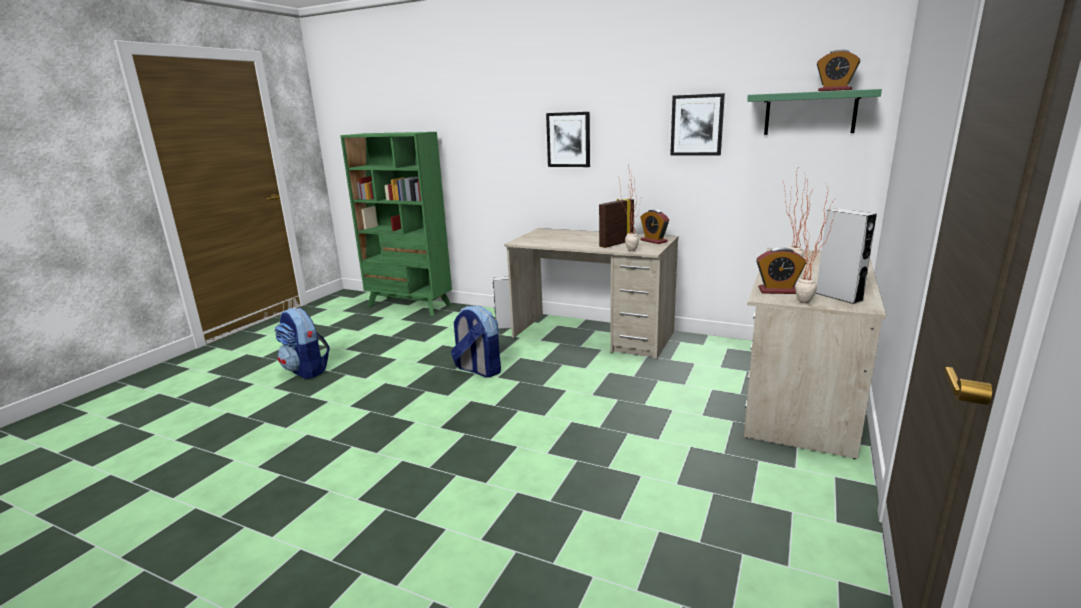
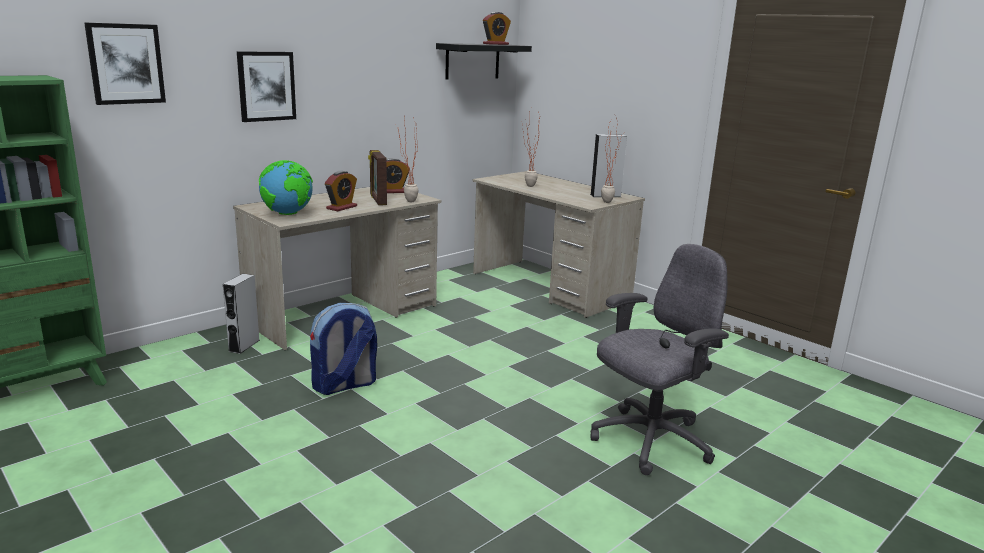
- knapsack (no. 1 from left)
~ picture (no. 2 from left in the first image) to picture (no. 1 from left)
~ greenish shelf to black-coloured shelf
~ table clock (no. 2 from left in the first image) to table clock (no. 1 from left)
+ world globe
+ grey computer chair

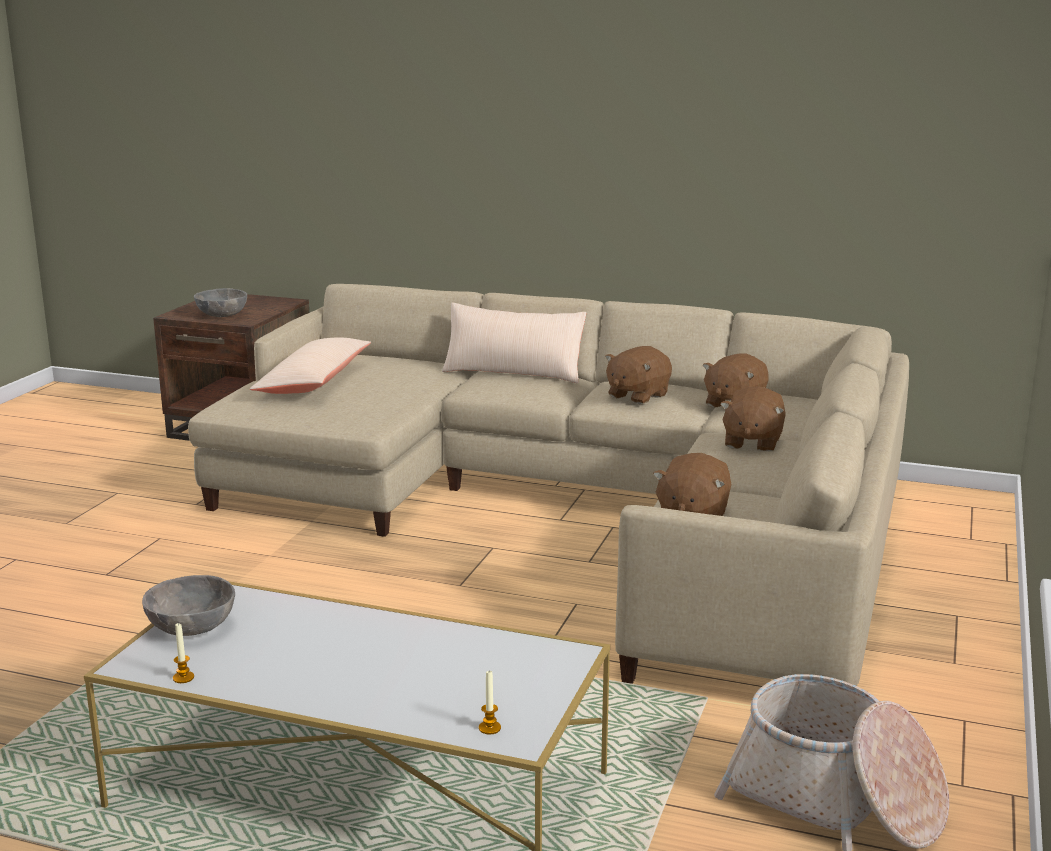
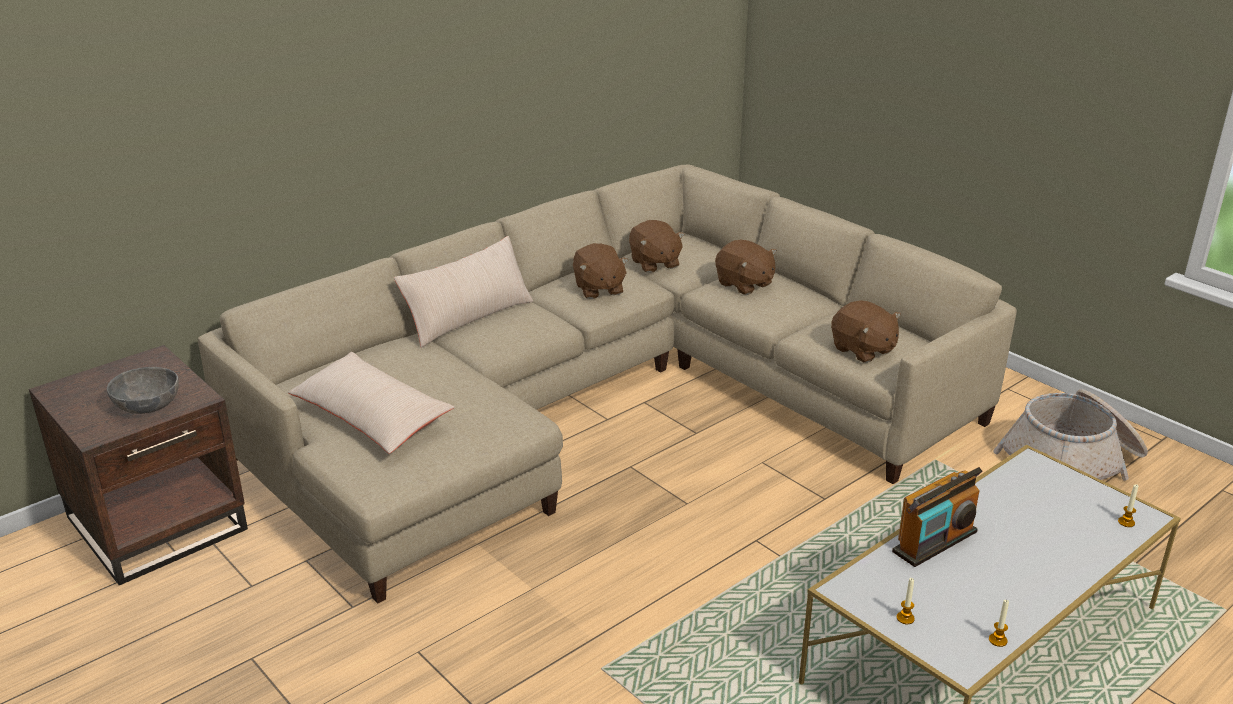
~ grey bowl (no. 1 from left) to candle (no. 1 from left)
+ radio set

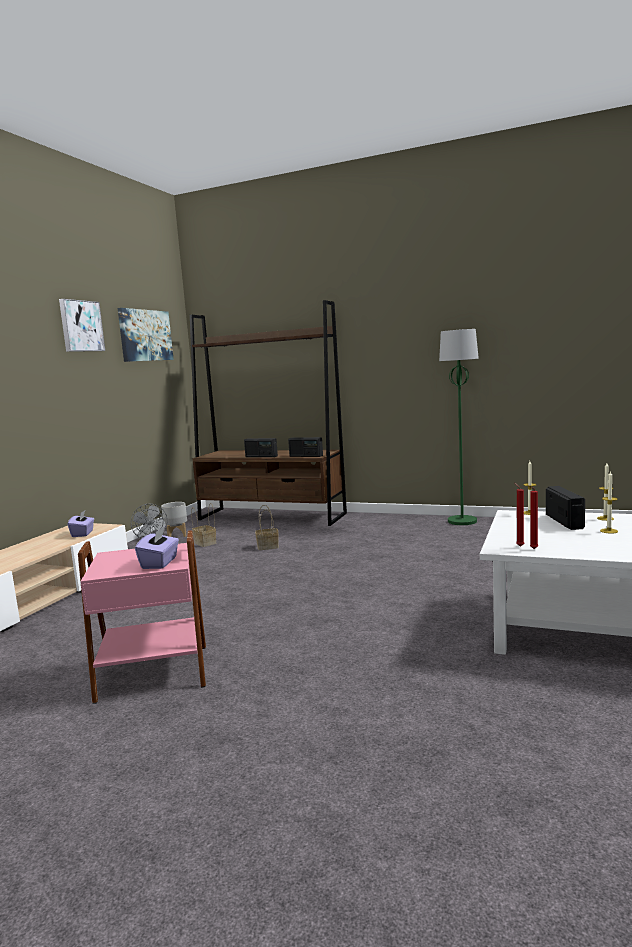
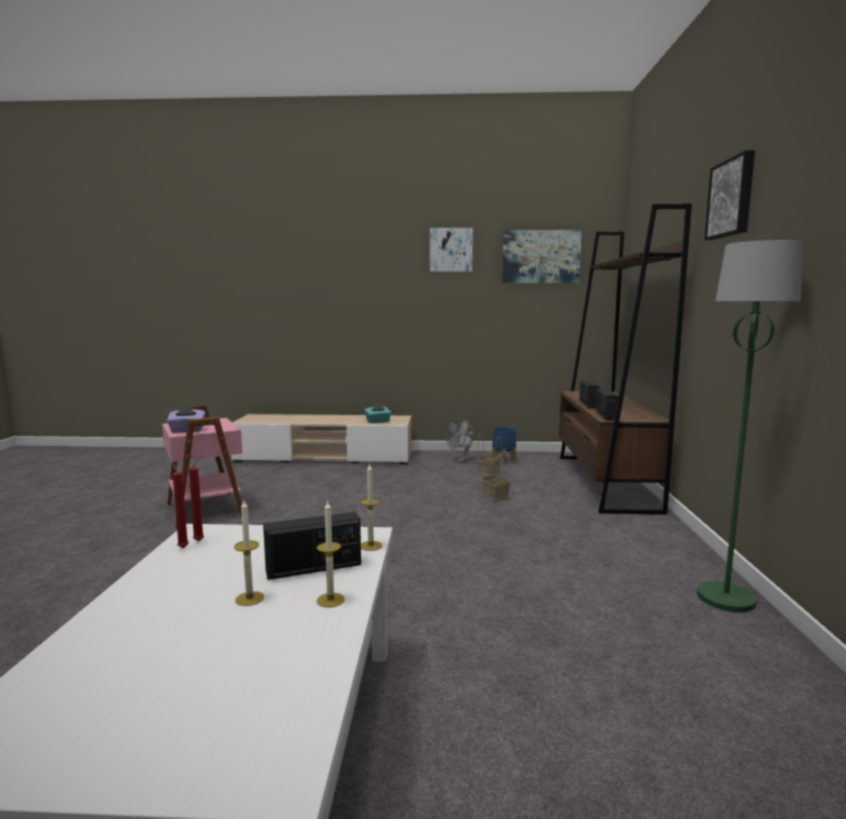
~ purple-coloured tissue holder (no. 1 from left) to blue-green tissue holder
~ grey planter to blue-coloured planter
+ picture (no. 3 from left)

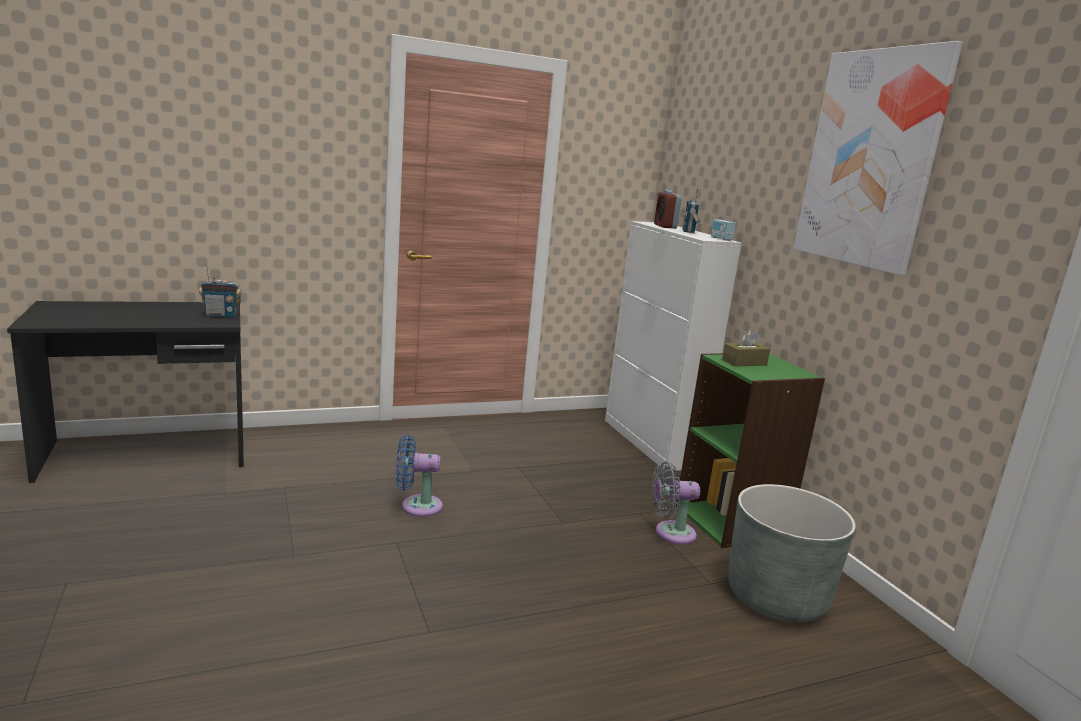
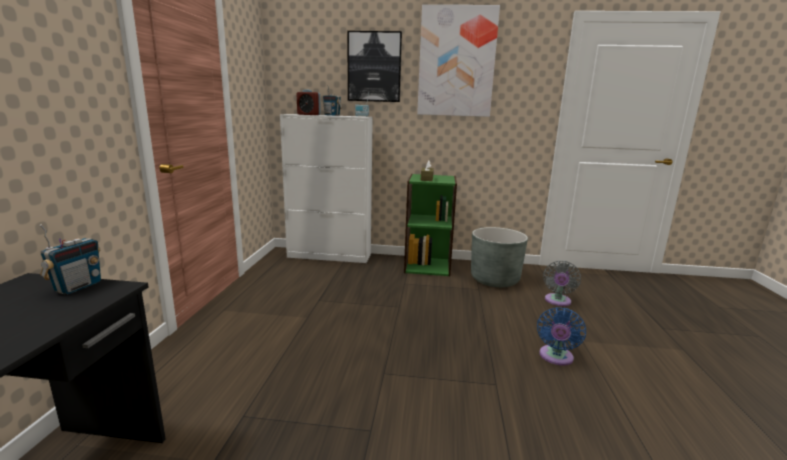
~ blue-coloured fan
~ grey fan
+ picture (no. 1 from left)

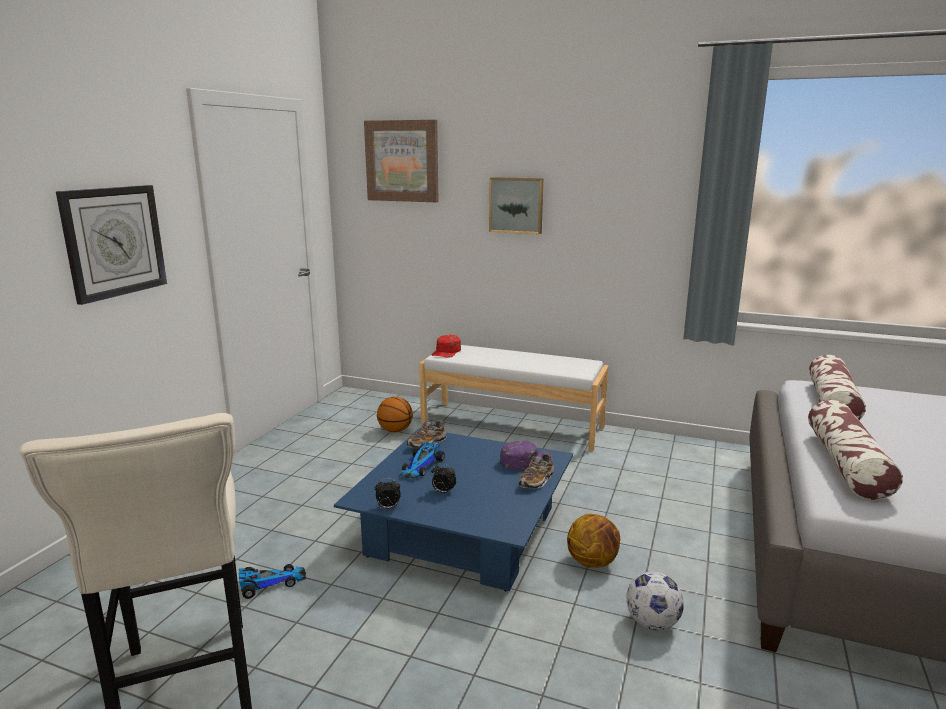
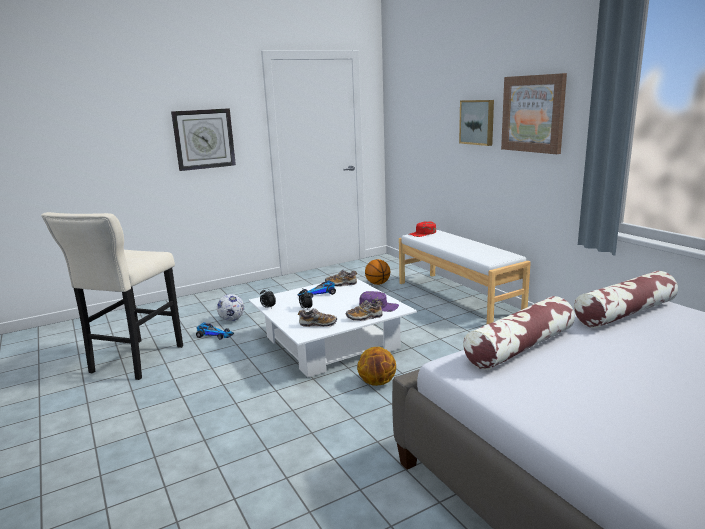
~ blue-coloured lounge table to white-coloured lounge table
~ picture (no. 1 from left in the first image) to picture (no. 2 from left)
~ football
+ low shoe (no. 1 from left)

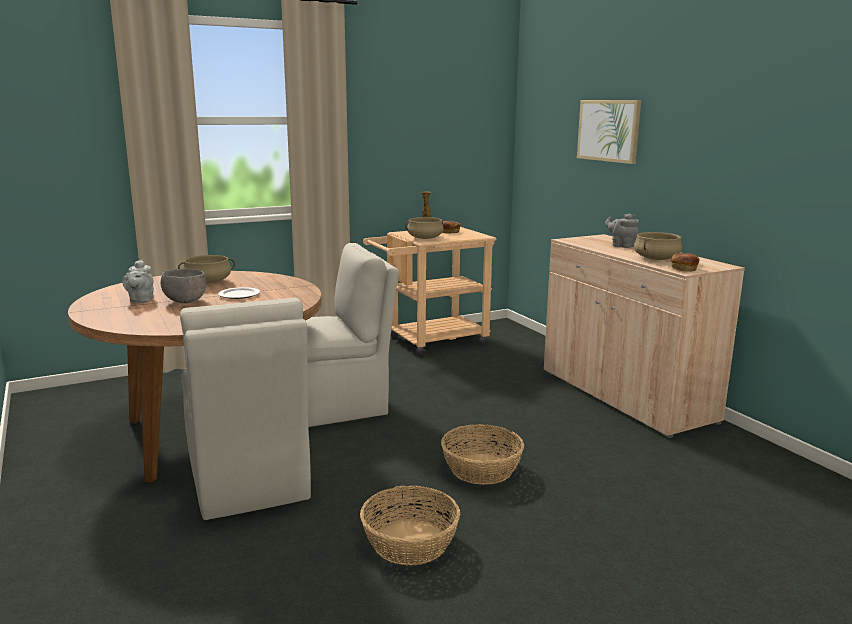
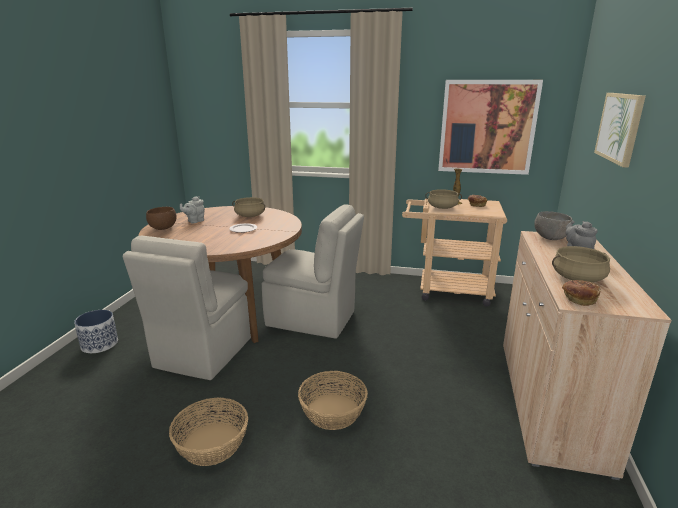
~ grey bowl
+ planter
+ brown bowl
+ picture (no. 1 from left)

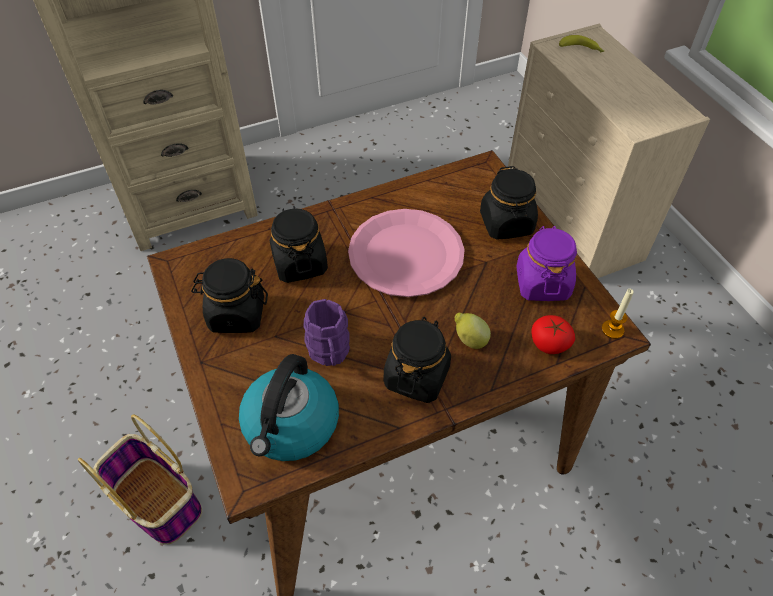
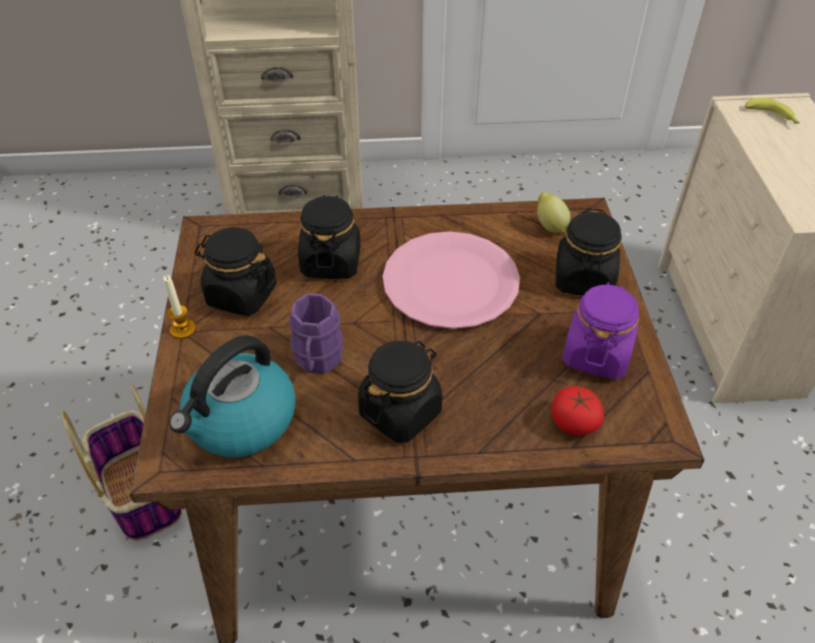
~ whole lemon
~ candle

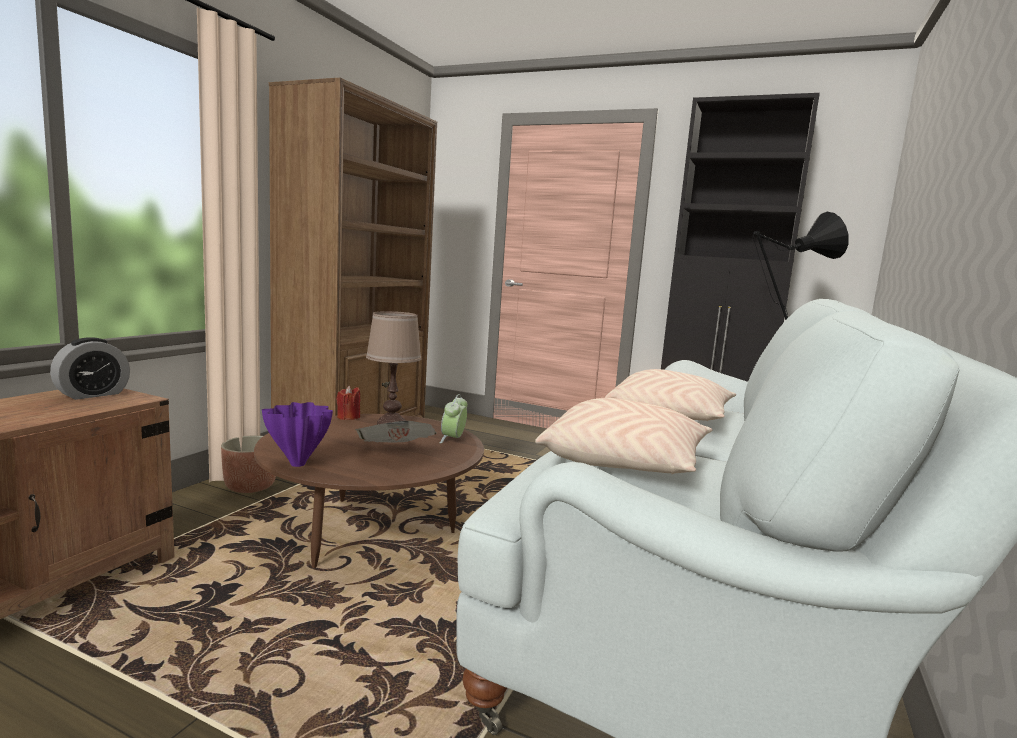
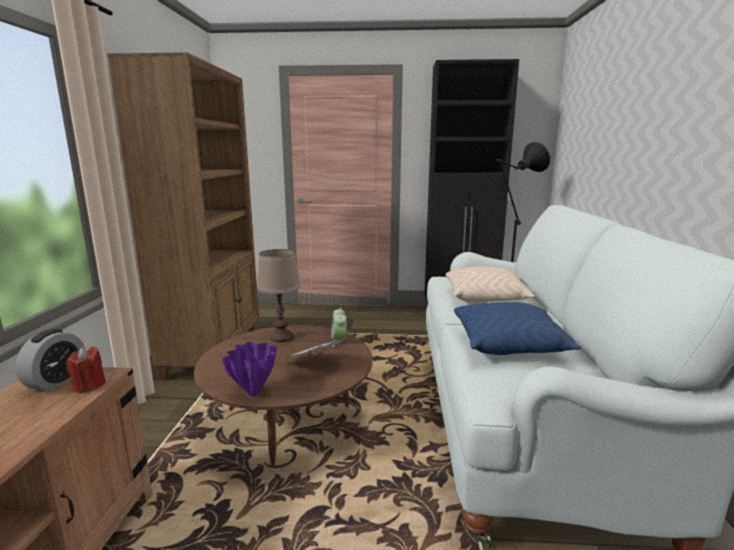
- planter
~ reddish candle
~ beige throw pillow (no. 1 from left) to blue-coloured throw pillow

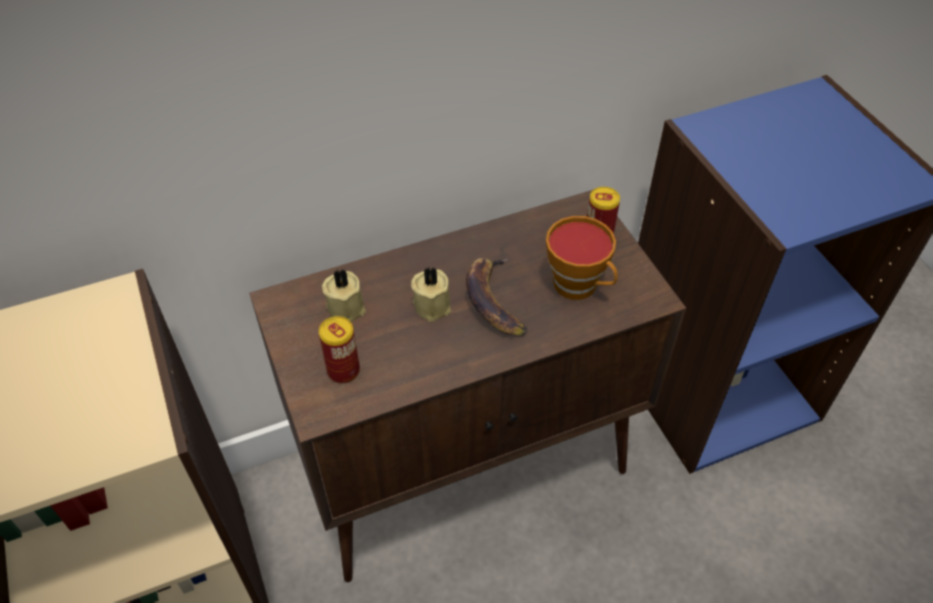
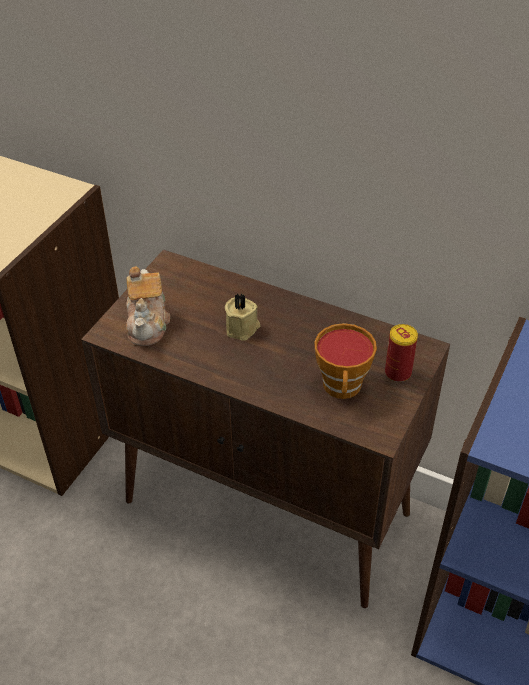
~ sealed can (no. 1 from left) to pot for tea
- beige candle (no. 1 from left)
- whole banana

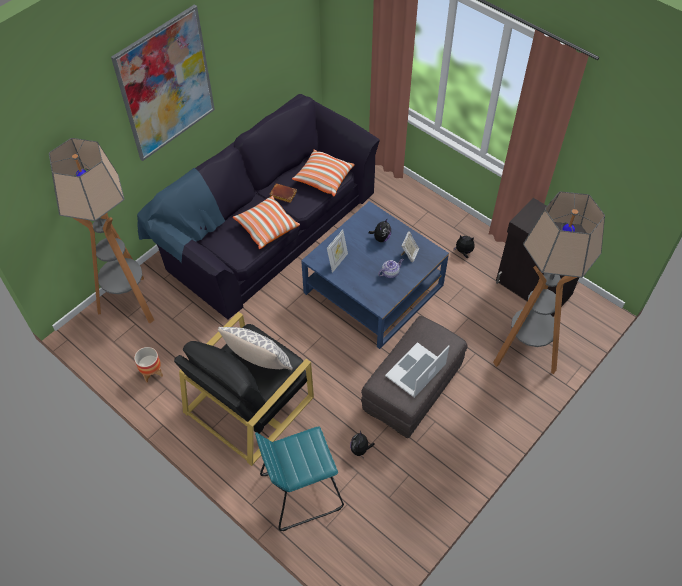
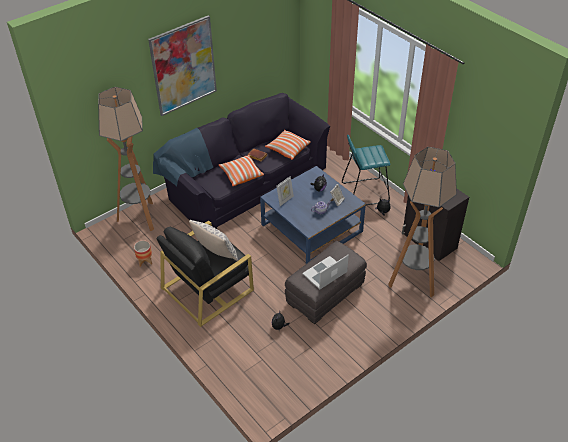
~ blue-green stool seat

